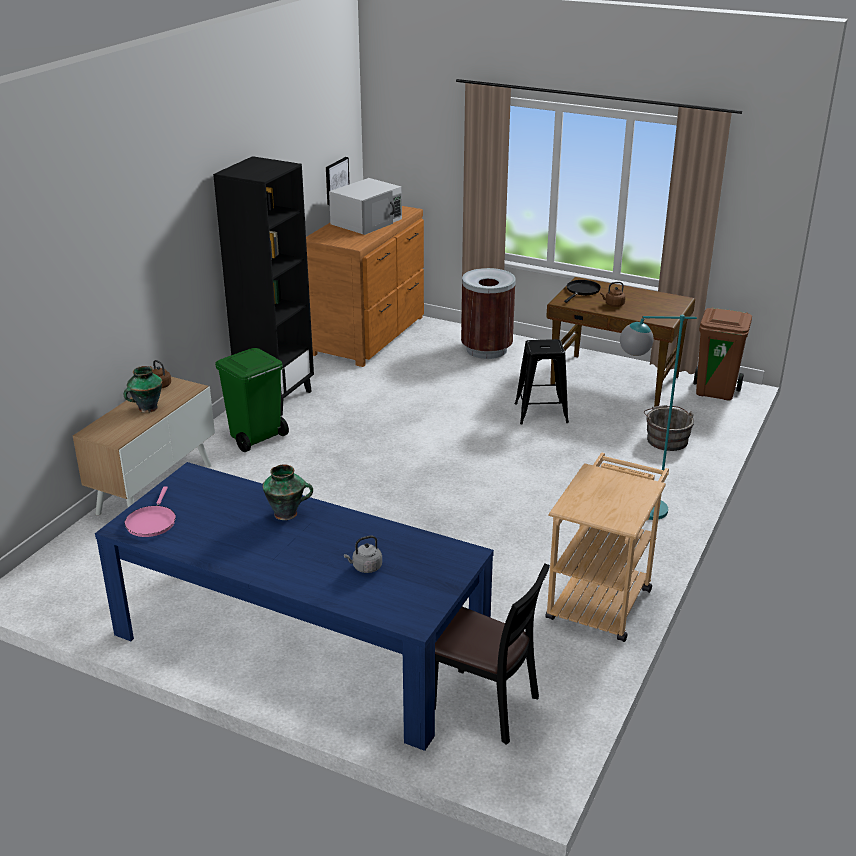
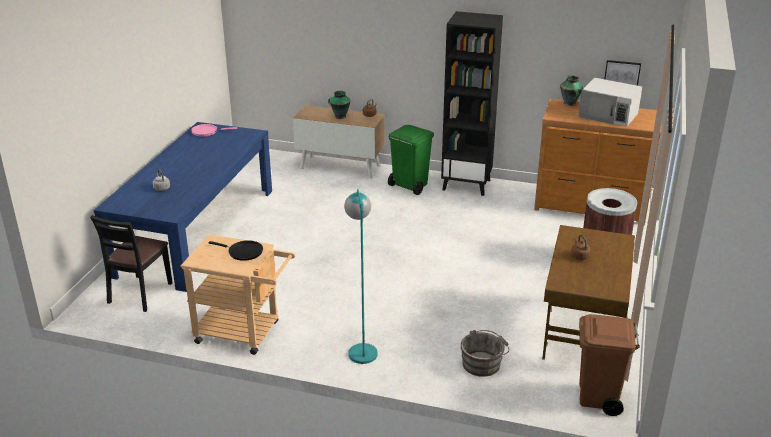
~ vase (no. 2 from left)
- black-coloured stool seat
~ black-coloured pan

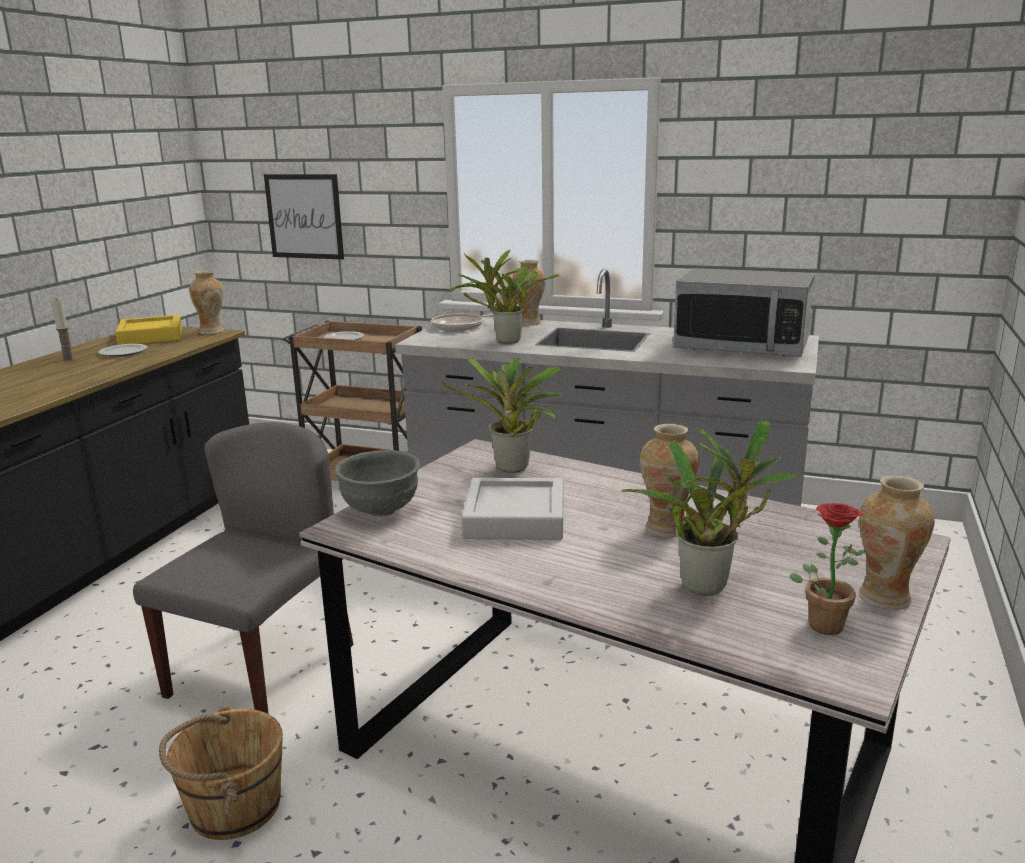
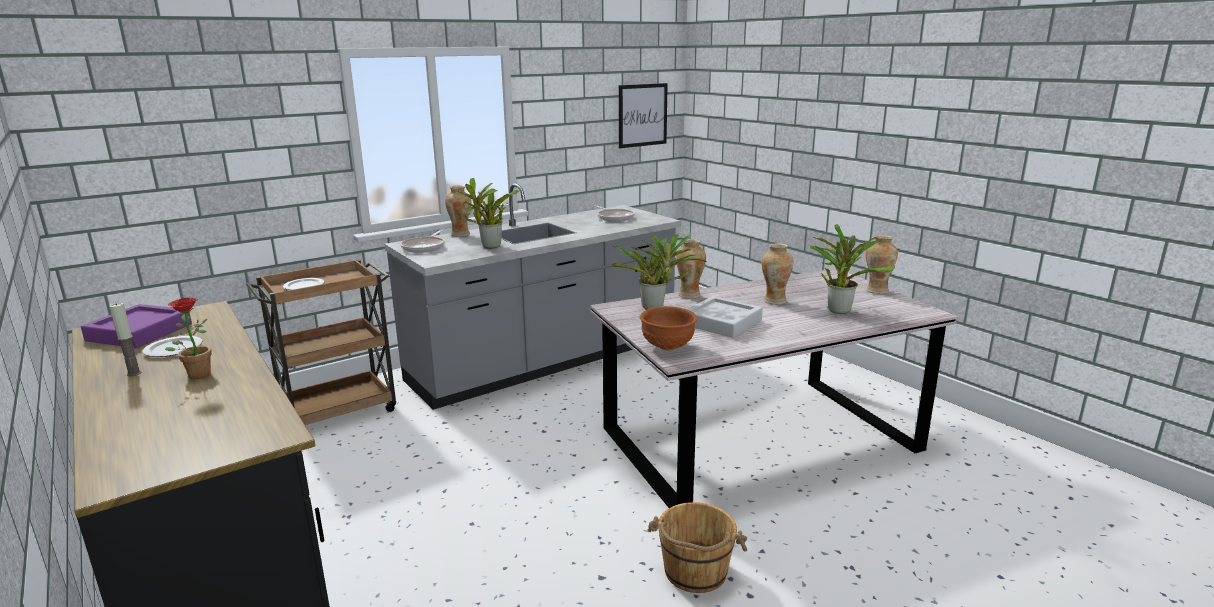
~ yellow-coloured carrying tray to purple-coloured carrying tray
- grey chair
~ vase (no. 1 from left in the first image) to vase (no. 2 from left)
~ picture
~ grey bowl to brown bowl
~ kitchen microwave to pan (no. 2 from left)
~ houseplant (no. 4 from left in the first image) to houseplant (no. 1 from left)

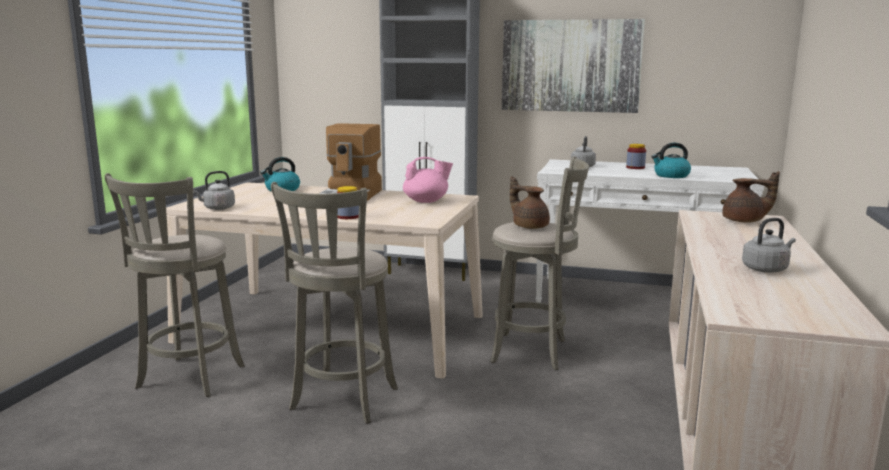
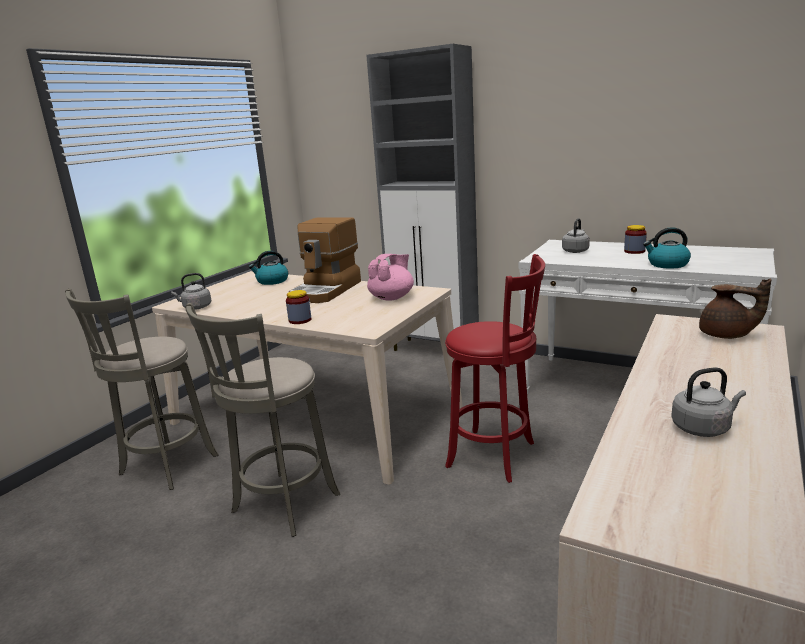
~ pink pot for tea 60 degrees counterclockwise
~ grey stool seat (no. 3 from left) to reddish stool seat
- picture
- brown pot for tea (no. 1 from left)

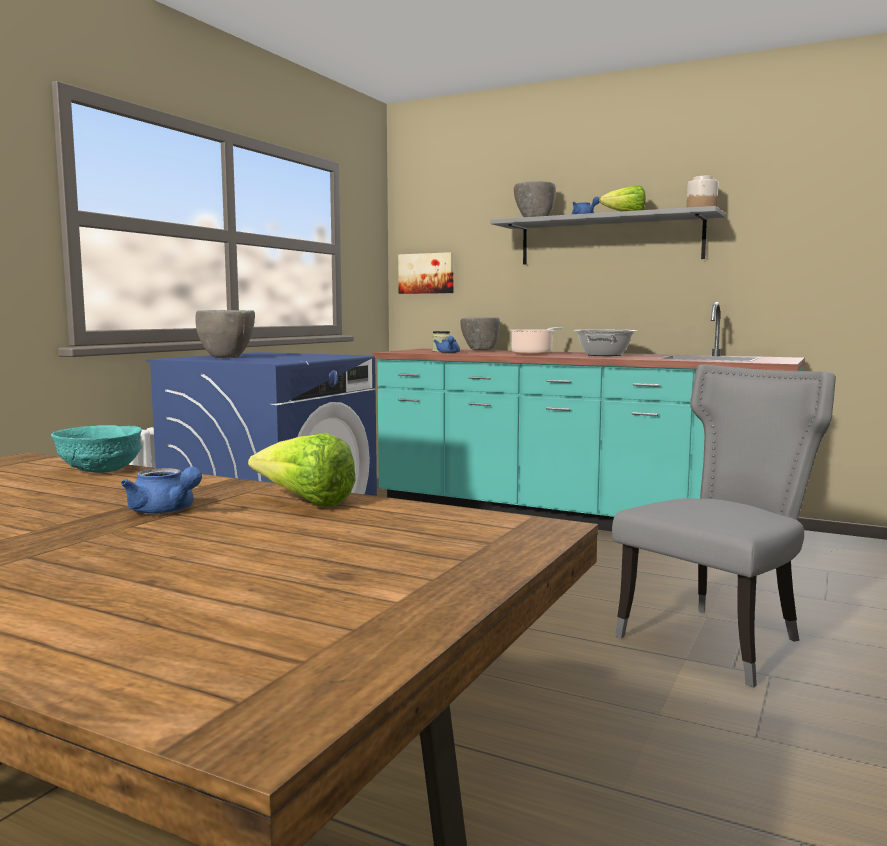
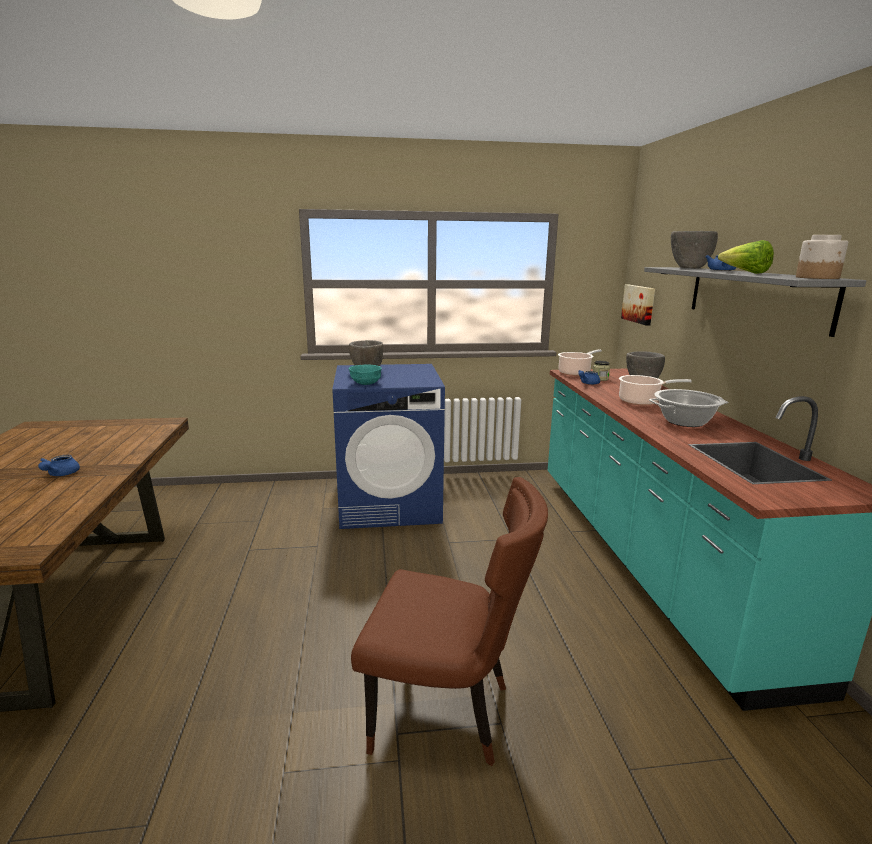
~ blue-green bowl
- head of lettuce (no. 1 from left)
~ grey chair to brown chair
+ saucepot (no. 1 from left)

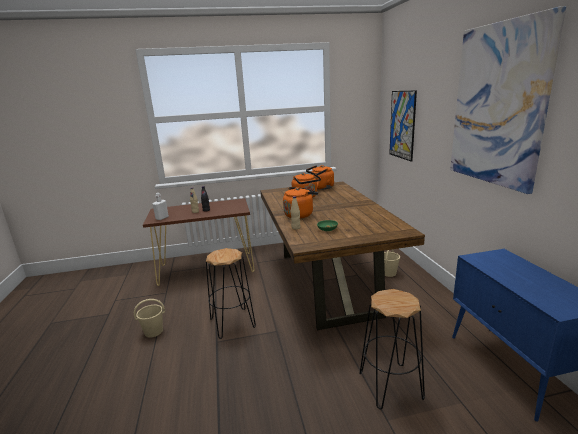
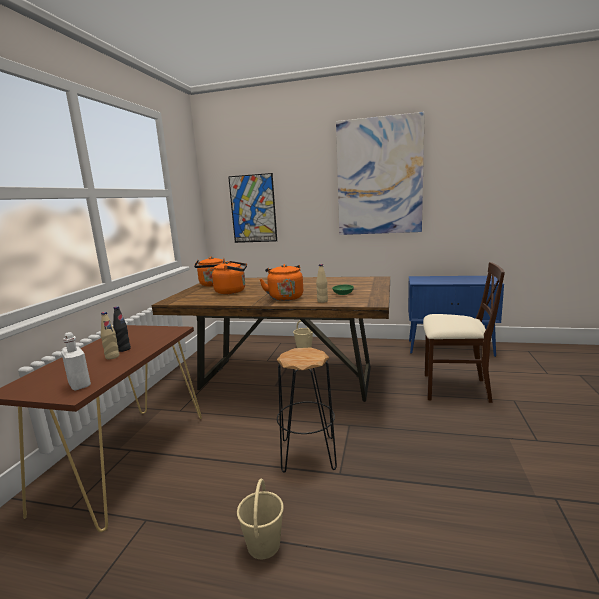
~ black-coloured stool seat (no. 2 from left) to beige chair

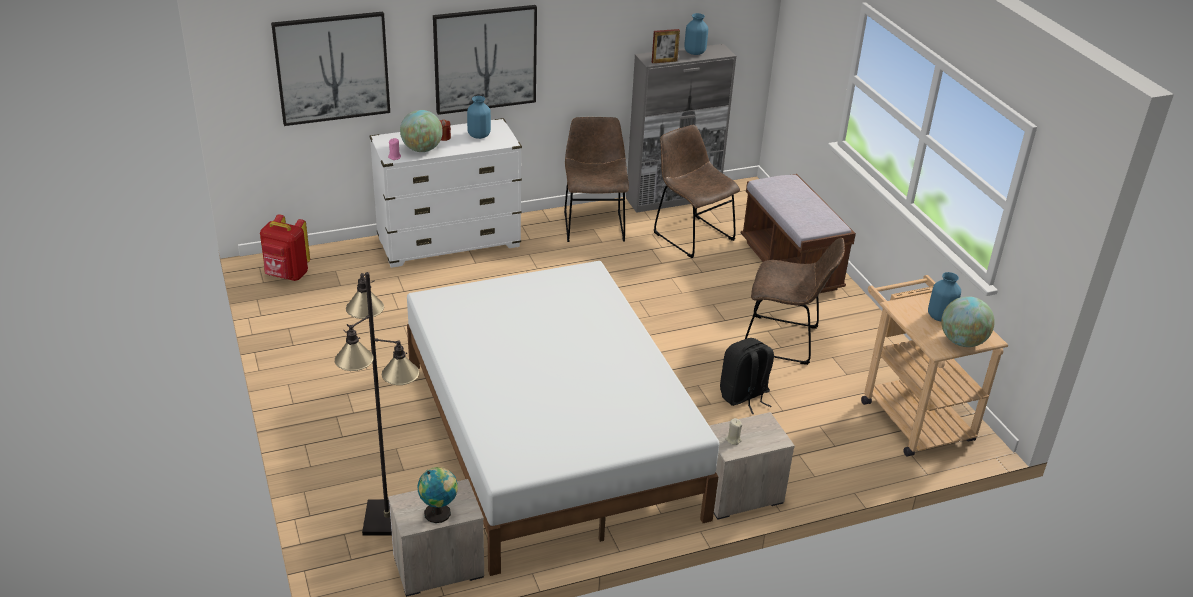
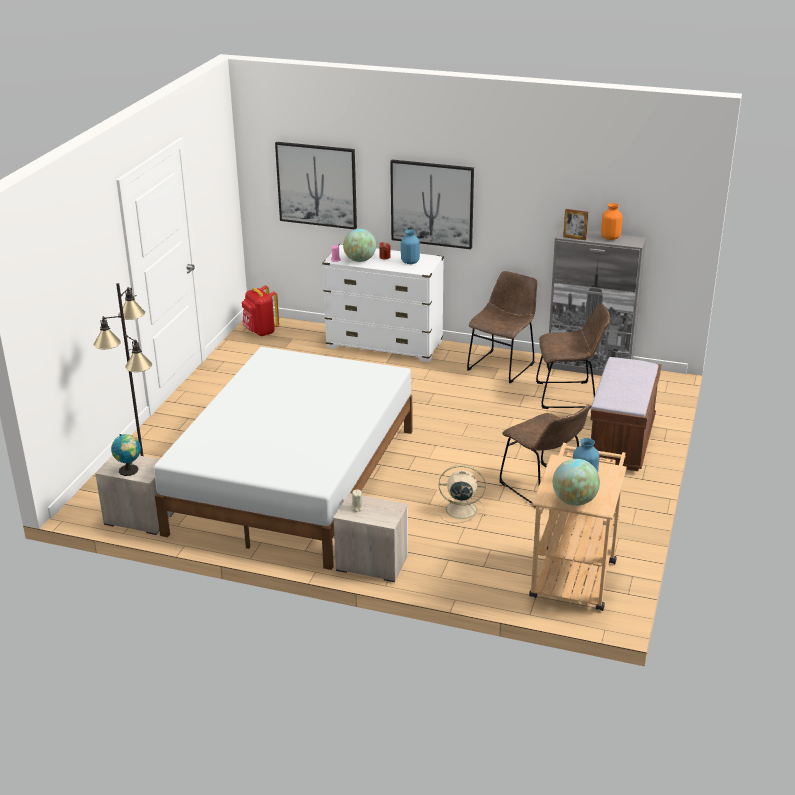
~ brown chair (no. 2 from left in the first image) 90 degrees clockwise
~ blue-coloured vase (no. 2 from left) to orange-coloured vase
~ black-coloured knapsack to beige fan

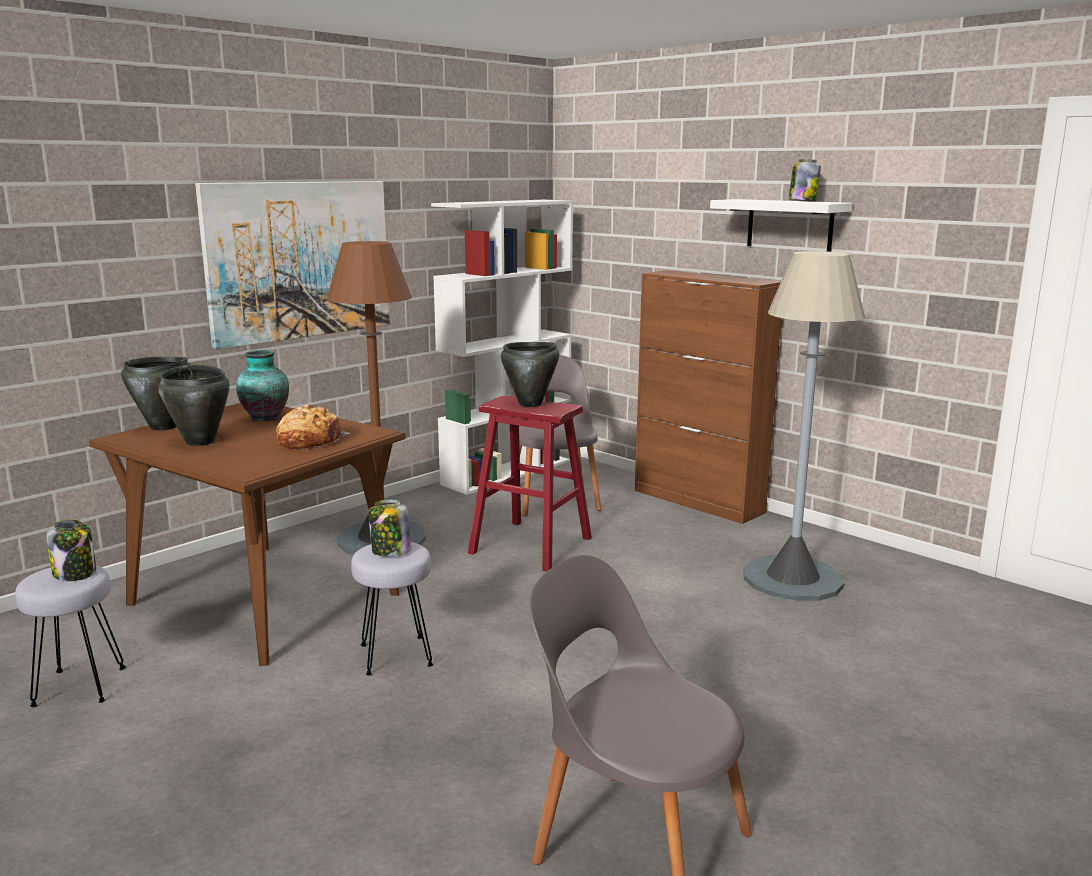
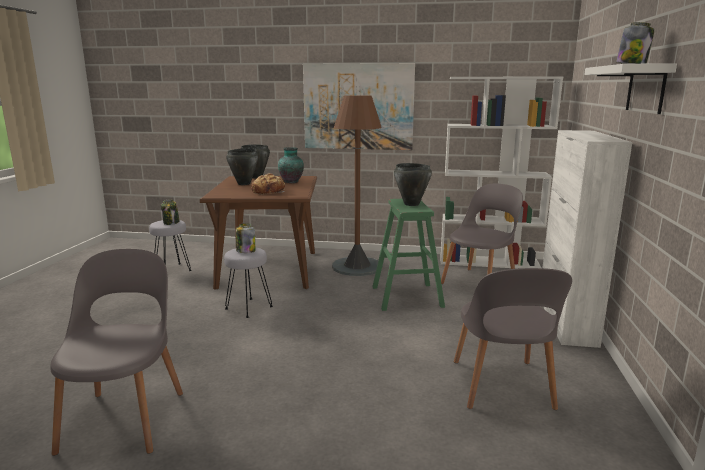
~ reddish stool seat to greenish stool seat
~ brown cabinet to white-coloured cabinet
~ grey standard lamp to grey chair (no. 3 from left)

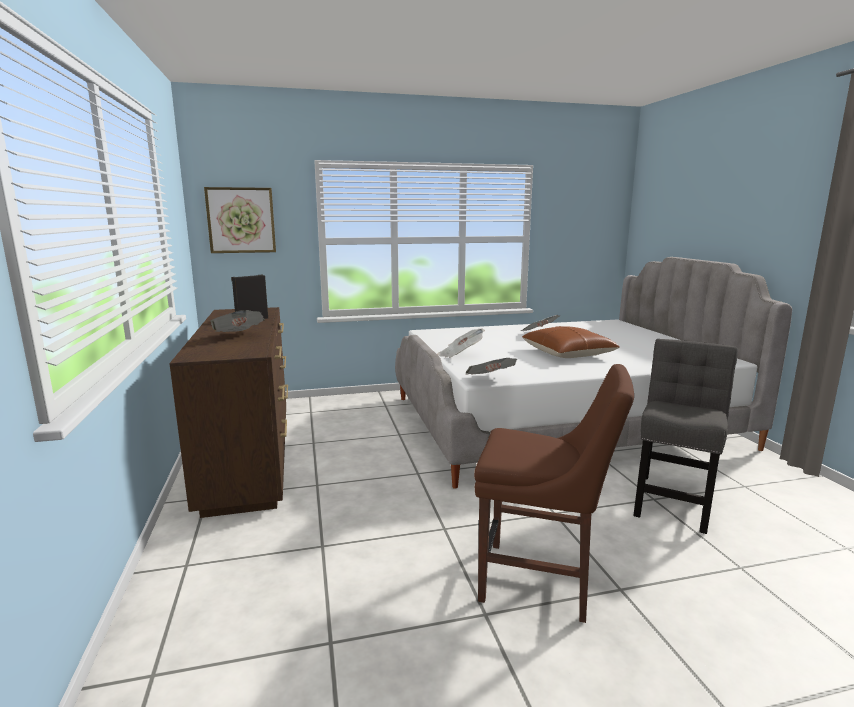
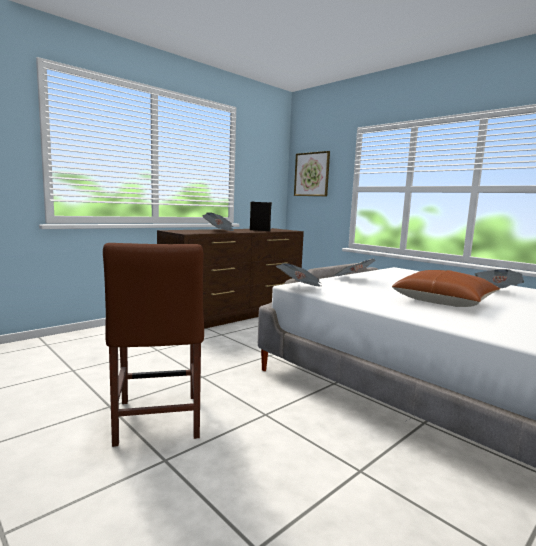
- grey chair

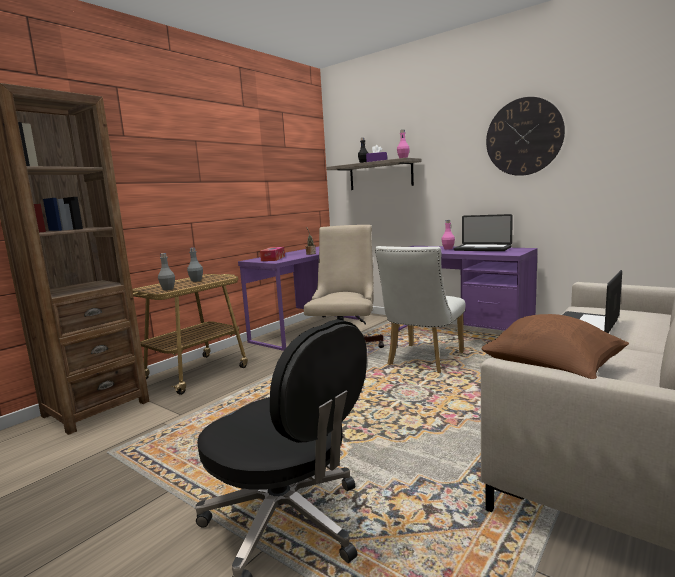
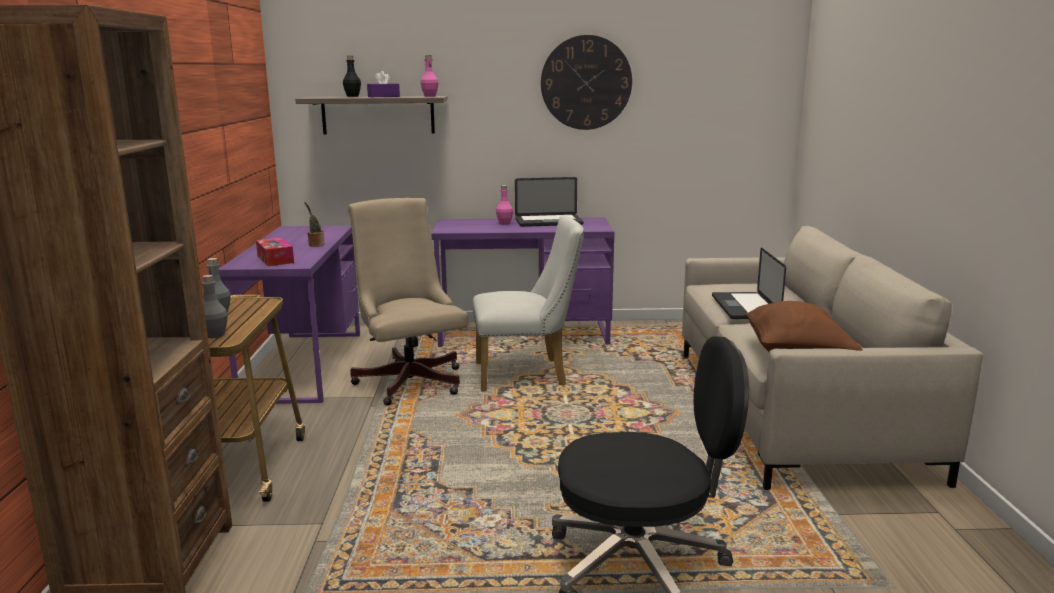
~ white-coloured chair 90 degrees counterclockwise

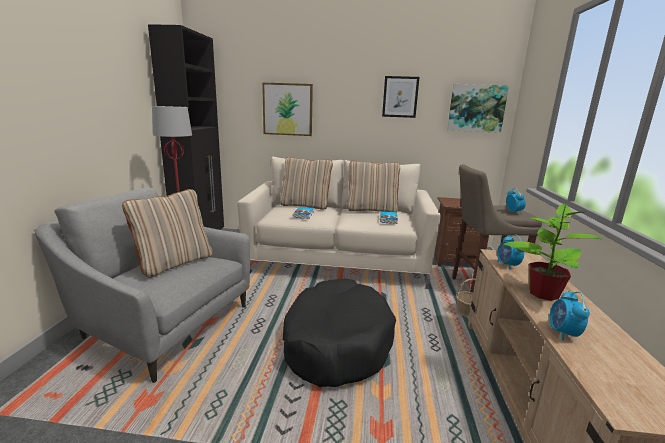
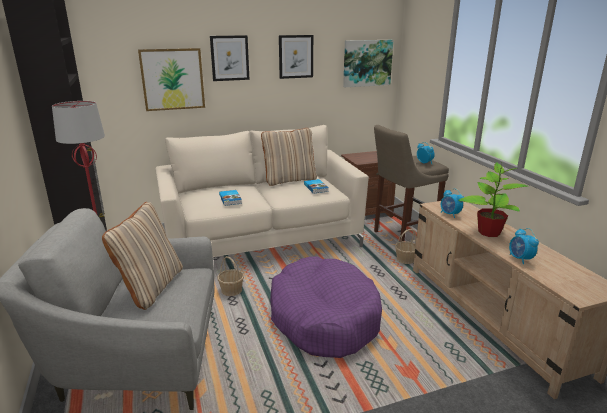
- beige throw pillow (no. 2 from left)
~ black-coloured pet bed to purple-coloured pet bed
+ picture (no. 2 from left)
+ basket (no. 1 from left)

